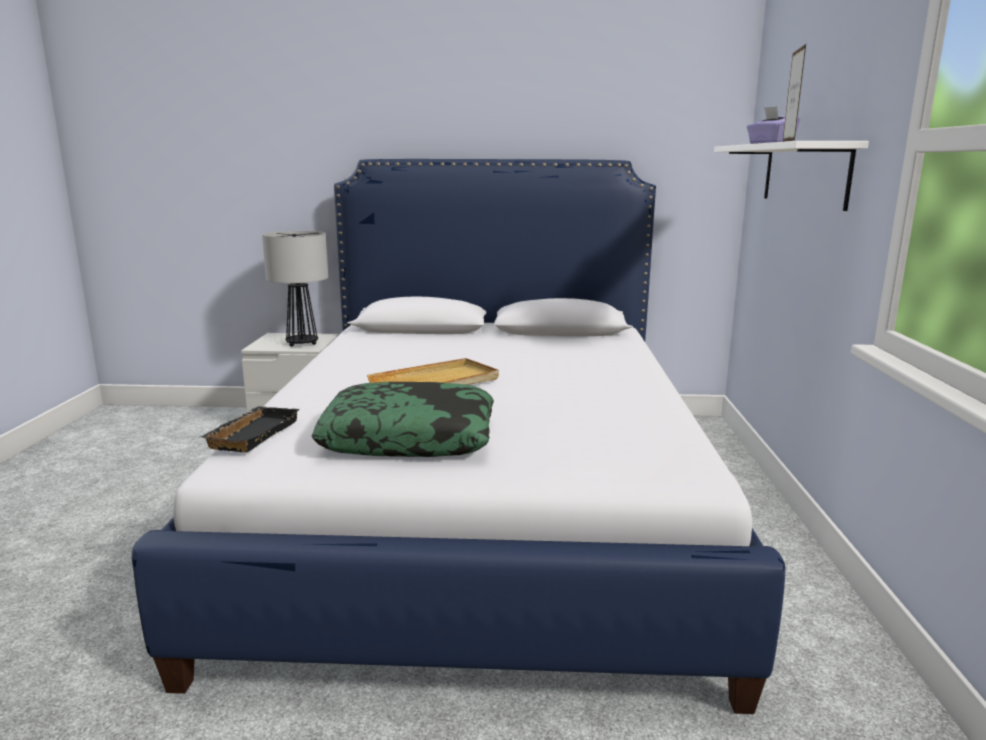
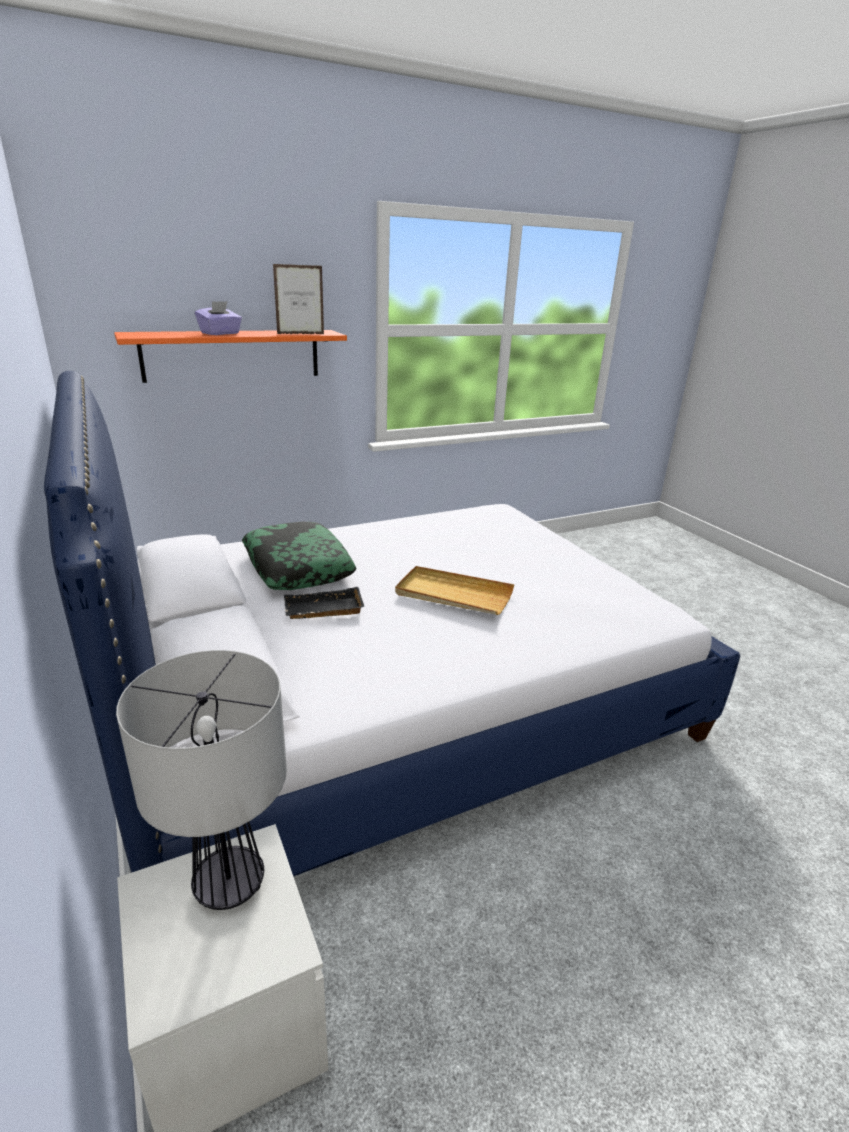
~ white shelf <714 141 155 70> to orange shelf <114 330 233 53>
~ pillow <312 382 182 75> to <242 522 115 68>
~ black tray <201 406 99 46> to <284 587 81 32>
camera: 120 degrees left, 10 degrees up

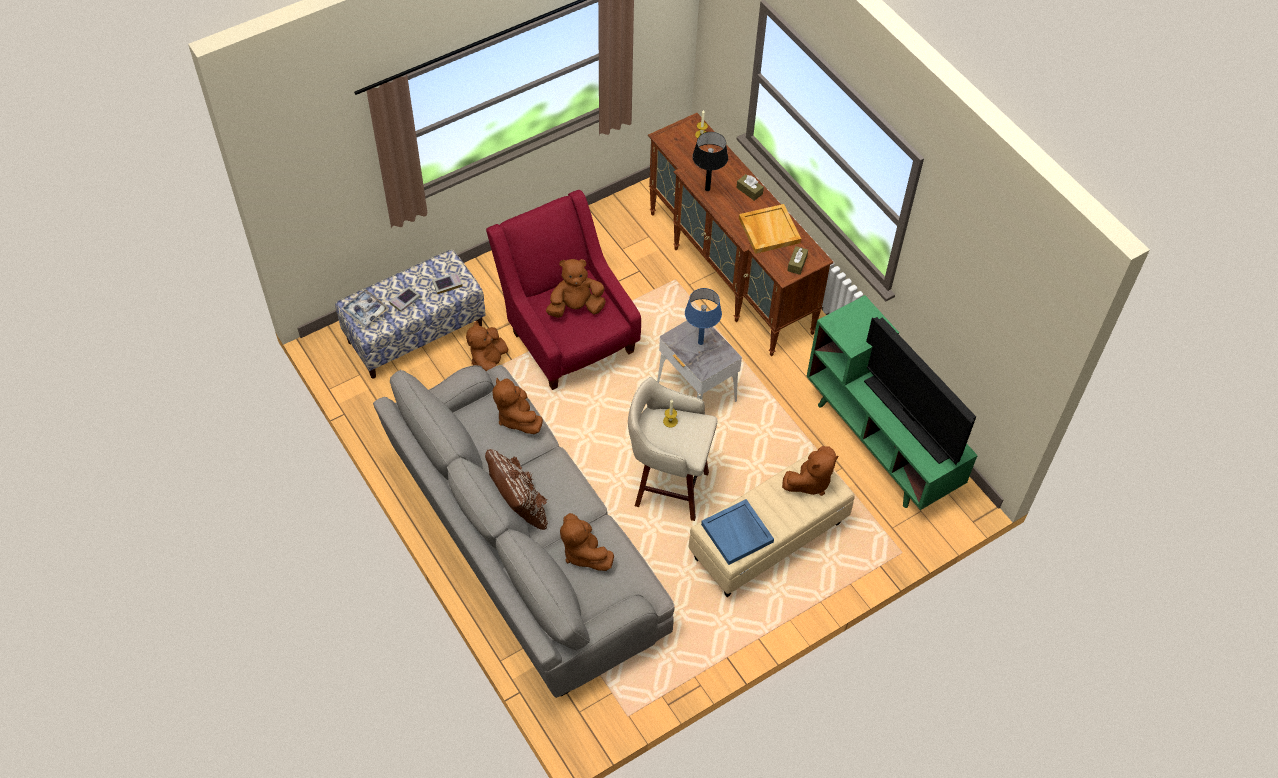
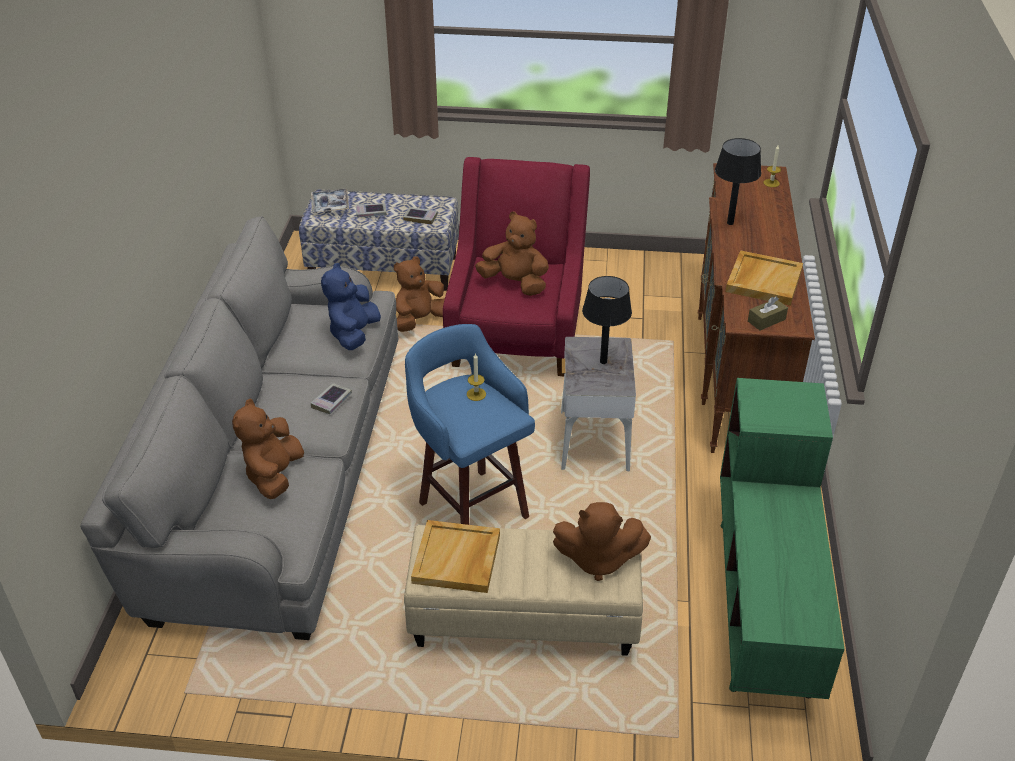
- brown tissue box <736 174 28 27>
~ blue table lamp <685 288 37 57> to black table lamp <582 276 50 88>
- television <864 317 112 148>
~ beige stool <628 377 89 144> to blue stool <405 324 130 201>
~ brown plush toy <492 378 51 56> to blue plush toy <321 263 60 87>
- brown pillow <485 449 63 81>
~ blue tray <701 499 73 66> to beige tray <411 520 89 73>
+ book <310 383 42 31>
camera: 40 degrees right, 15 degrees down

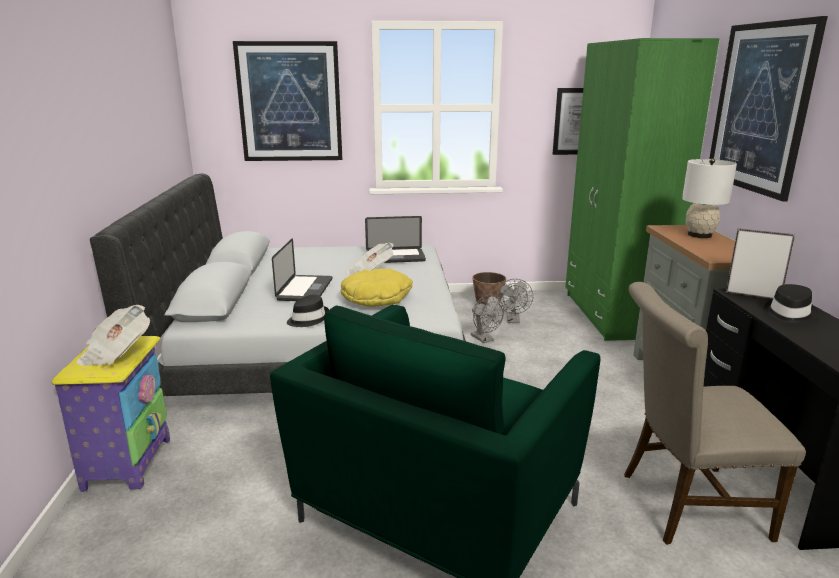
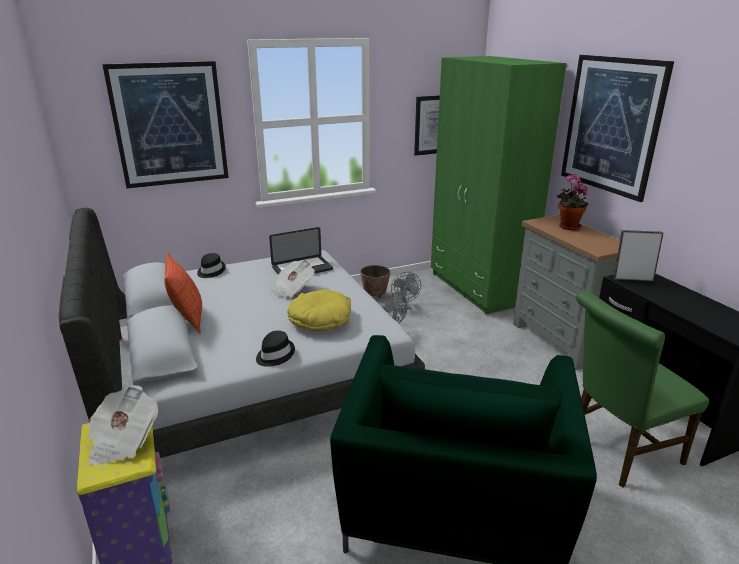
~ white table lamp <682 158 55 80> to potted plant <556 173 32 57>
- laptop <272 238 61 63>
~ beige chair <624 282 182 263> to green chair <576 291 133 196>
~ black hat <763 284 54 41> to <197 253 29 25>
+ orange pillow <164 252 38 82>
camera: 20 degrees left, 5 degrees up

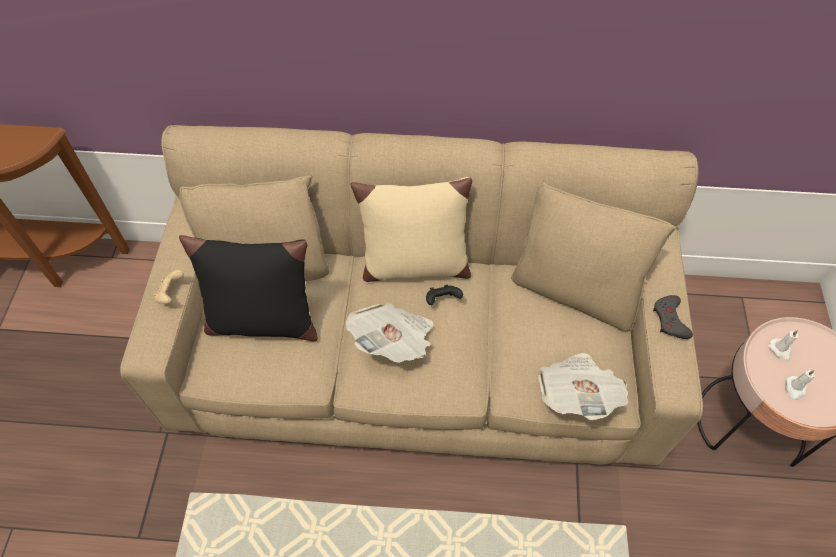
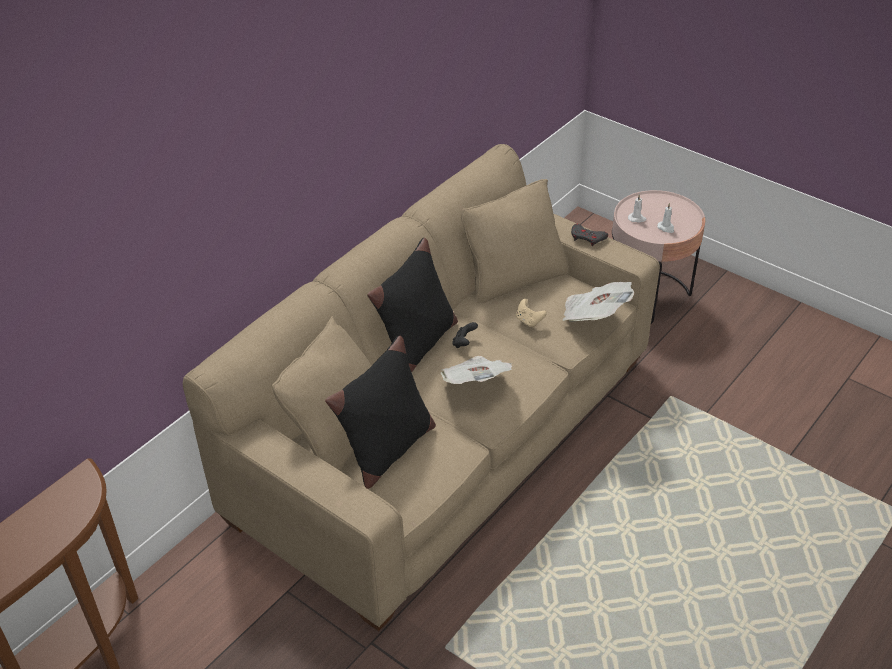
~ beige pillow <350 177 122 105> to black pillow <367 238 91 134>
~ beige game controller <153 270 31 34> to <516 299 31 29>
camera: 55 degrees left, 15 degrees down

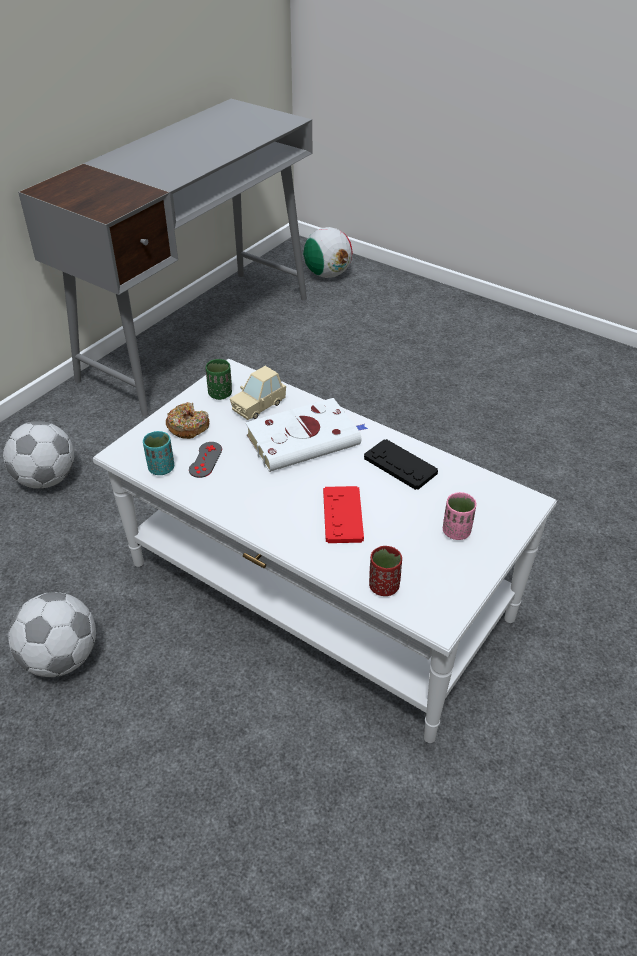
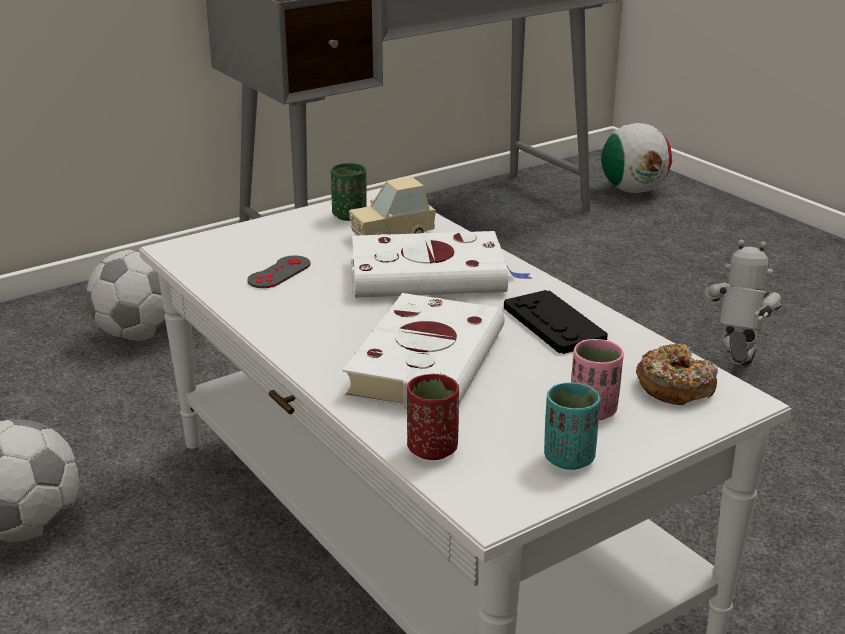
~ donut <166 402 43 37> to <636 344 82 61>
~ turquoise cup <143 431 31 44> to <544 382 56 88>
~ red game controller <323 486 41 57> to white book <343 293 162 116>
+ toy robot <705 240 76 126>
camera: 20 degrees right, 15 degrees down

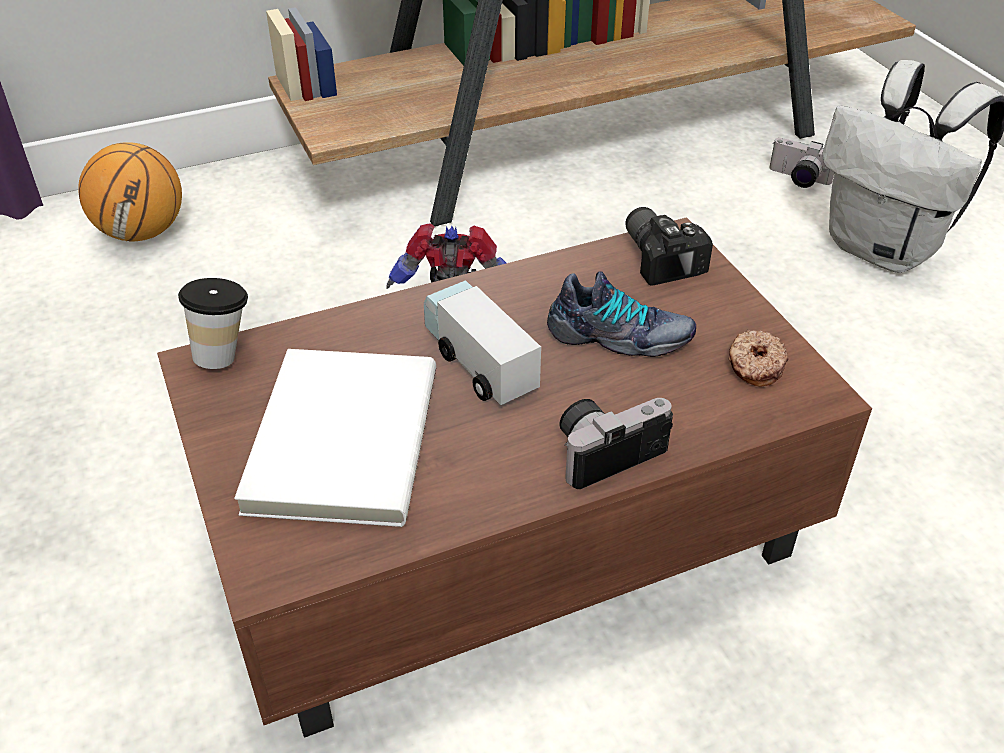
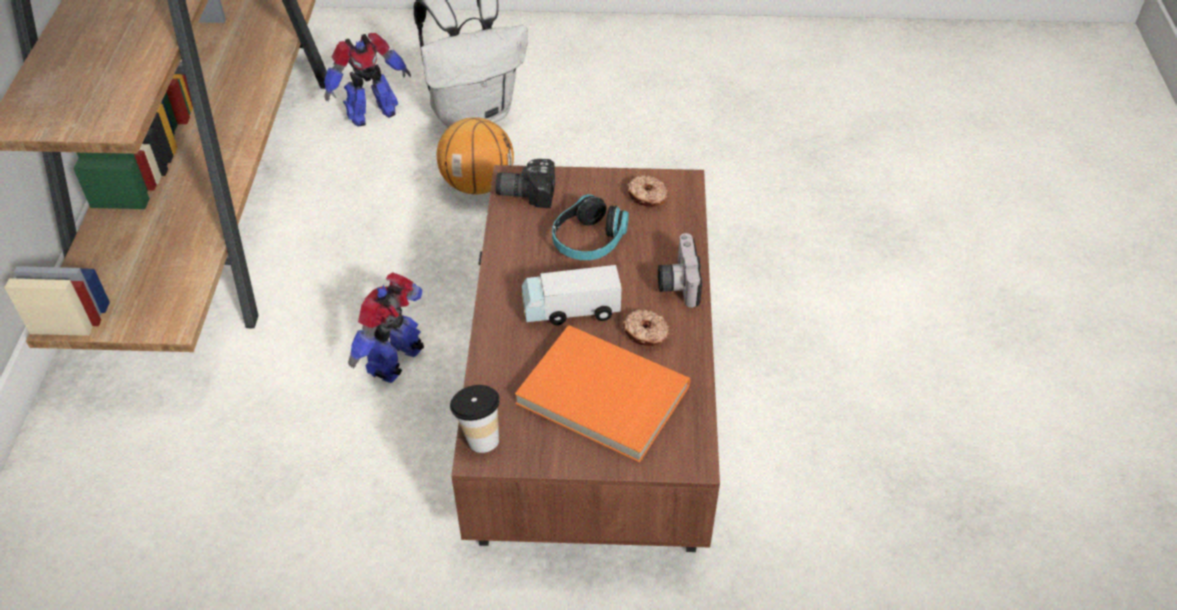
~ photo camera <769 138 65 50> to toy robot <324 33 87 94>
~ basketball <78 142 104 99> to <437 117 77 77>
~ shoe <547 272 149 85> to headphones <552 194 77 66>
~ white book <234 349 202 178> to orange book <515 325 175 137>
+ donut <622 309 47 37>
camera: 65 degrees left, 5 degrees up

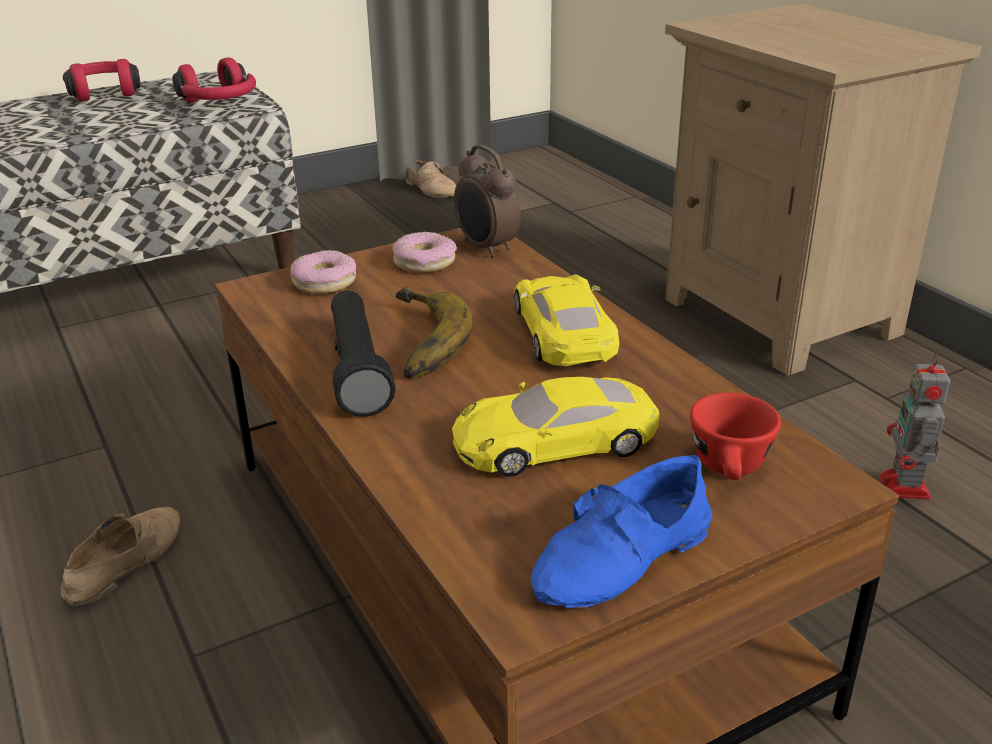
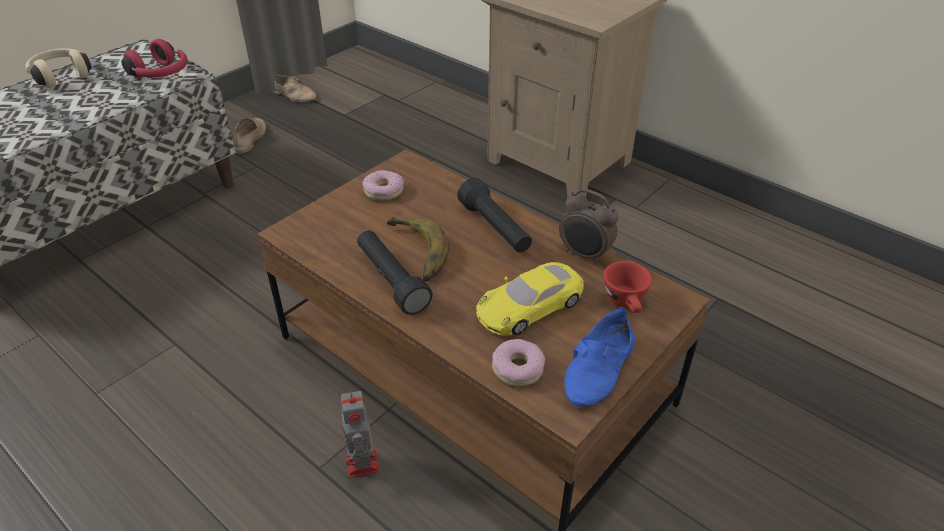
~ red headphones <63 59 78 43> to beige headphones <25 48 67 40>
~ alarm clock <454 145 67 113> to <559 189 60 75>
~ donut <290 250 66 44> to <492 339 53 48>
~ yellow toy car <514 274 106 92> to black flashlight <457 178 75 75>
~ toy robot <879 353 71 146> to <341 390 39 88>
~ beige shoe <60 507 120 99> to <233 118 33 36>
camera: 20 degrees left, 10 degrees up

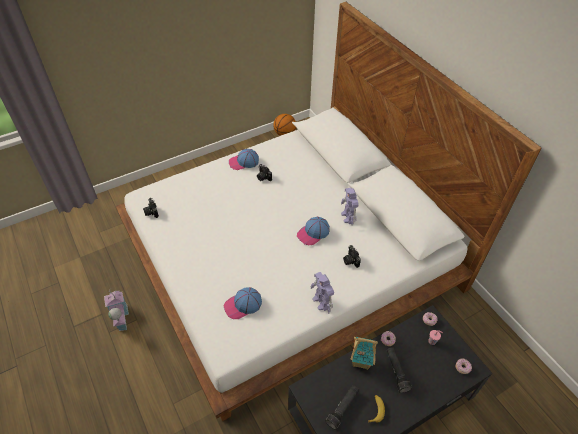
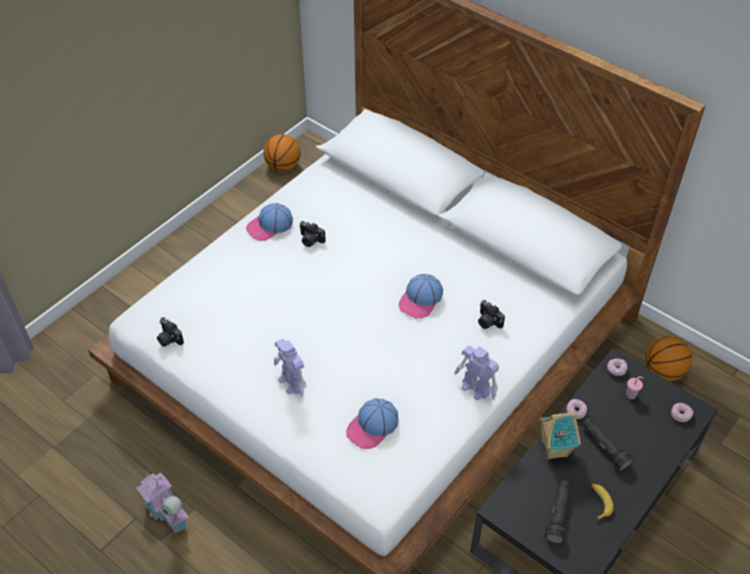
~ toy robot <341 188 18 38> to <274 339 33 58>
+ basketball <646 336 46 45>
camera: 20 degrees left, 0 degrees up

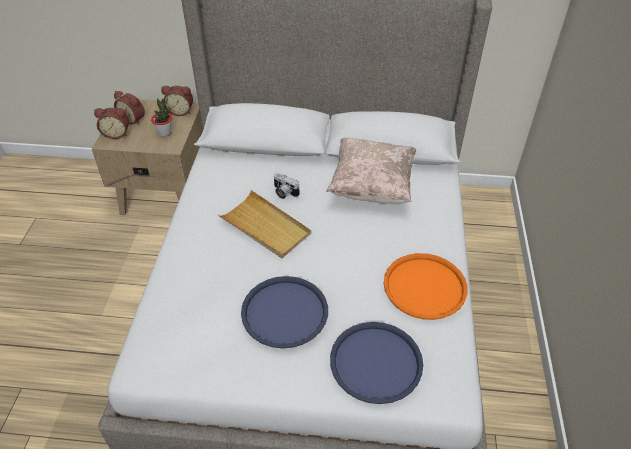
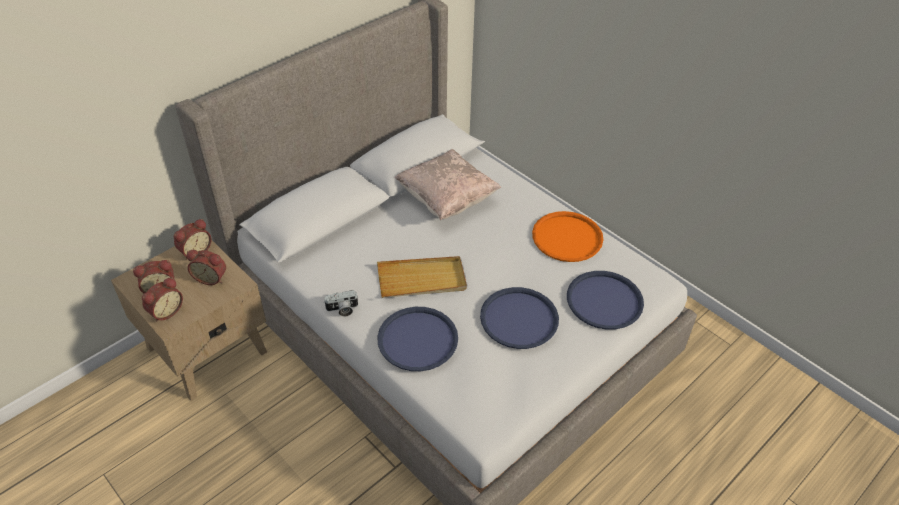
~ potted plant <151 98 21 38> to alarm clock <187 250 39 35>
~ photo camera <274 173 26 26> to <324 290 35 27>
+ blue tray <377 307 81 64>
camera: 50 degrees left, 0 degrees up

